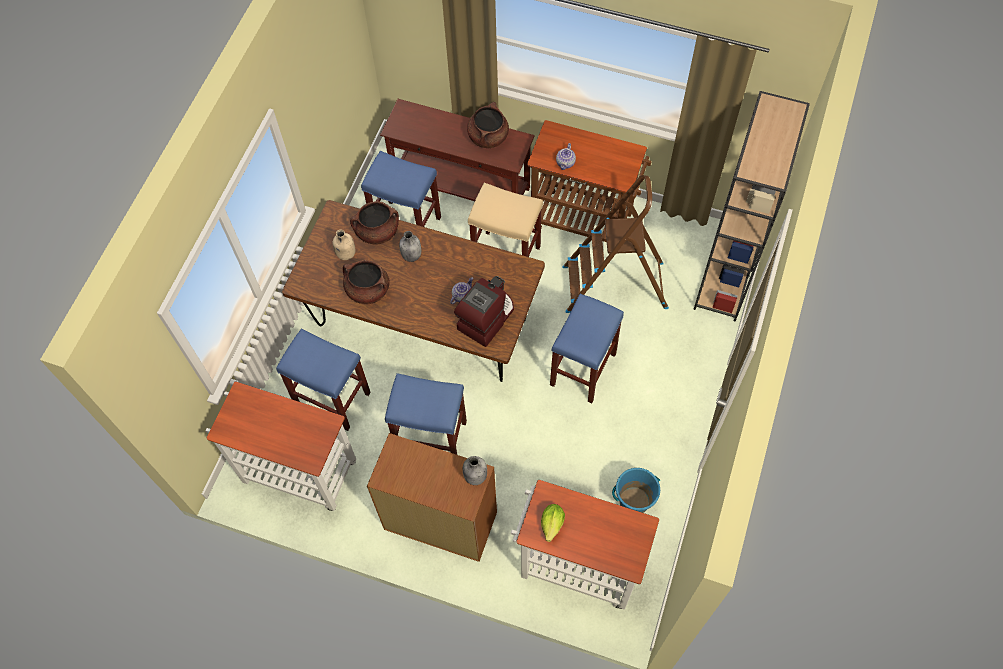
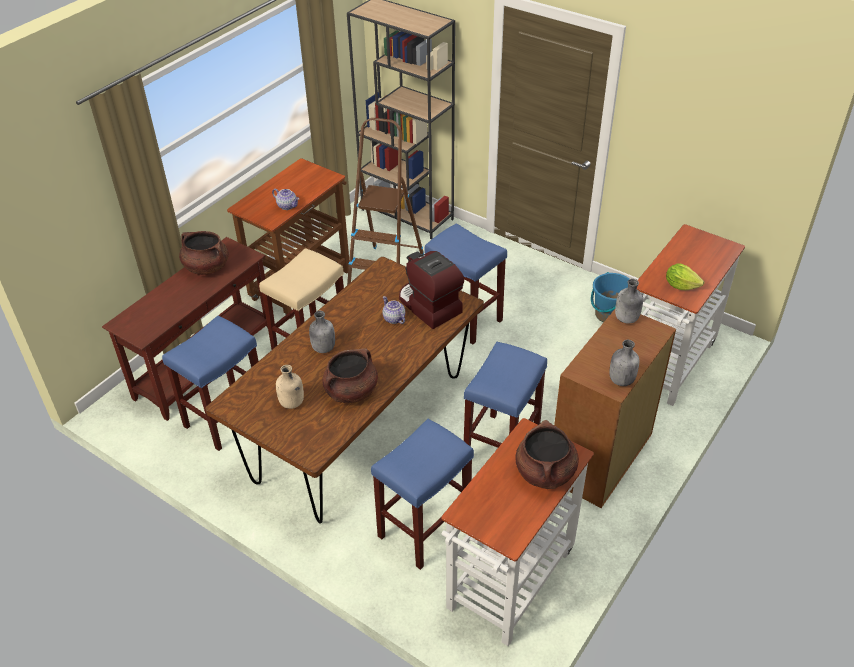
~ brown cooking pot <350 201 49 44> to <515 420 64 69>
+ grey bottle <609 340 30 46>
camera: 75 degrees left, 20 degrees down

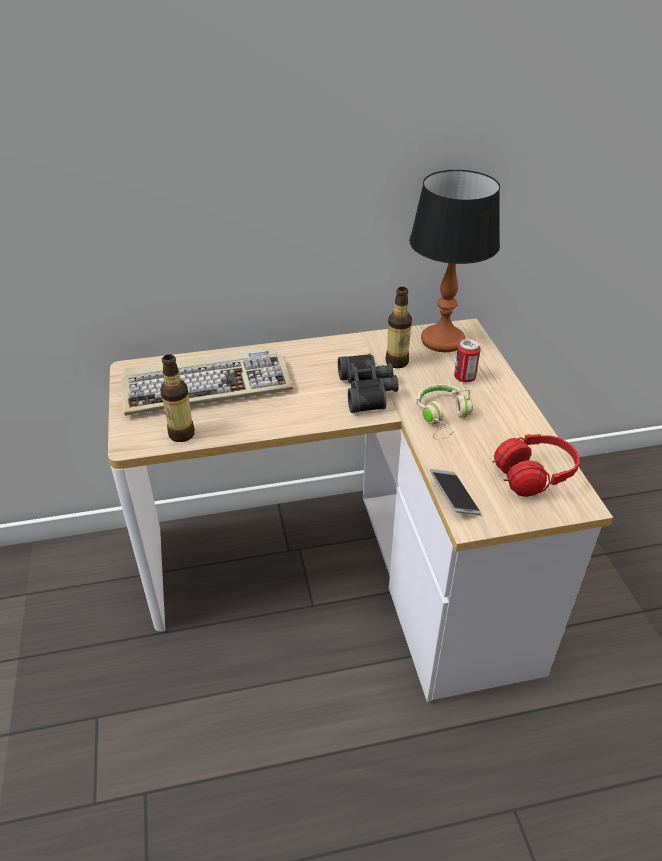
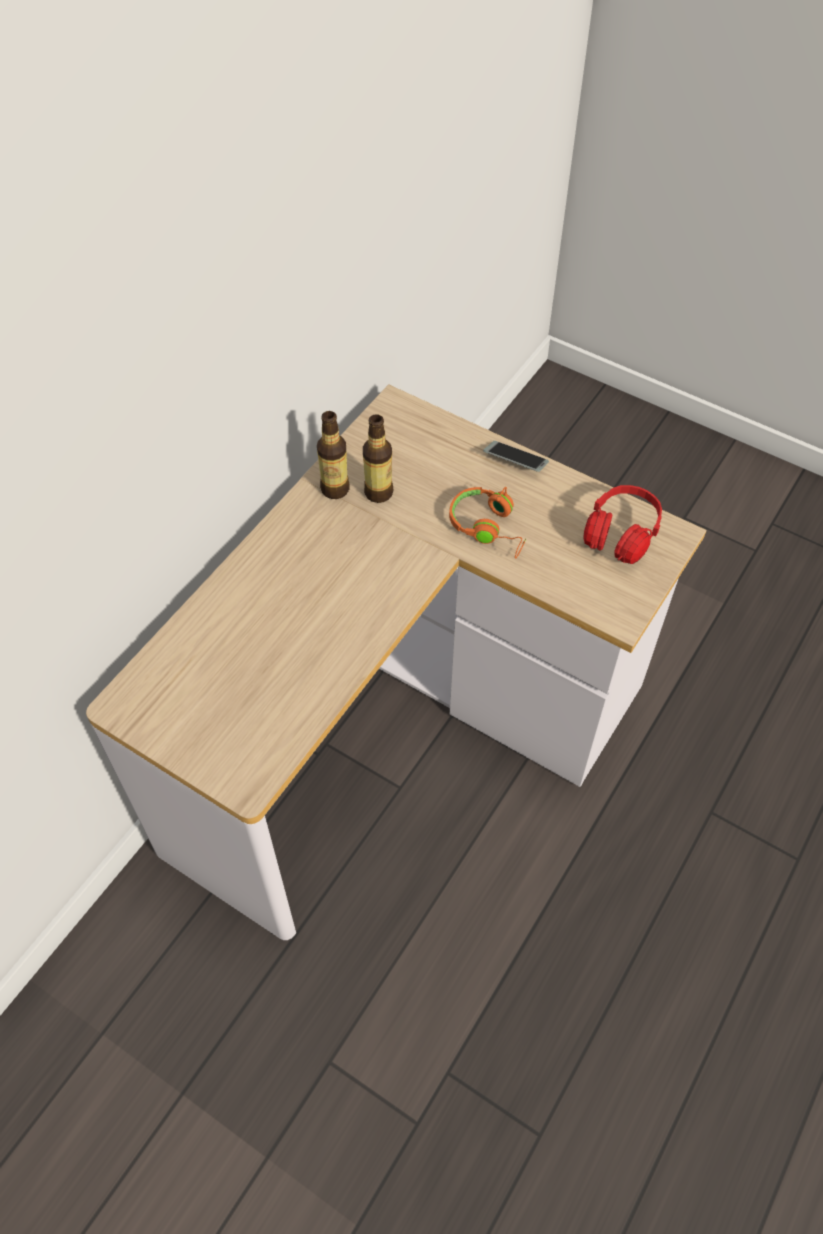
- table lamp <409 170 91 182>
- can <454 339 27 43>
- keyboard <121 347 172 69>
~ bottle <160 354 35 88> to <317 411 33 88>
- black binoculars <338 354 61 59>
~ beige headphones <417 384 56 56> to orange headphones <449 487 77 72>
~ phone <430 469 51 46> to <483 441 66 31>
camera: 45 degrees left, 15 degrees up

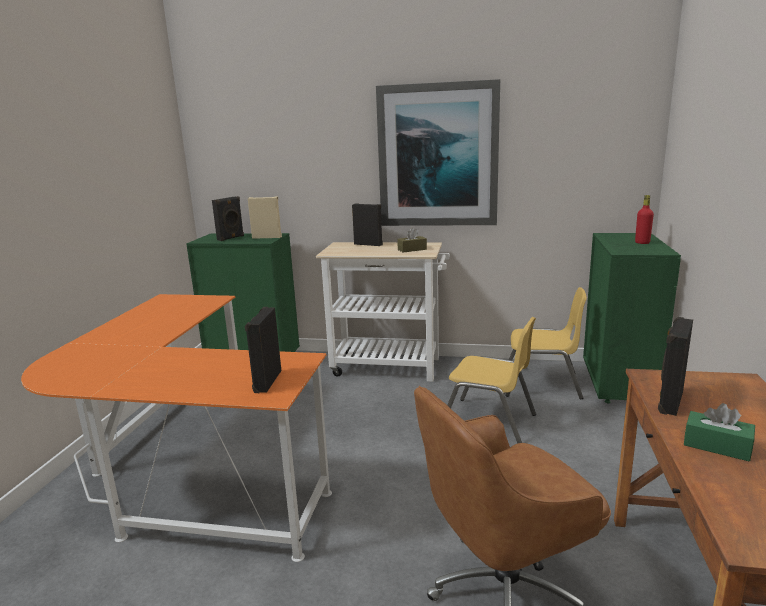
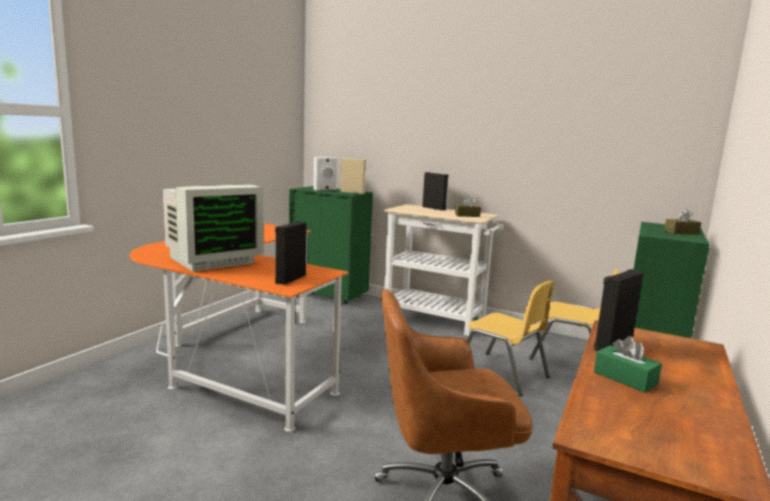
- picture <376 79 124 147>
~ red bottle <635 195 19 49> to brown tissue box <664 209 37 25>
~ black speaker <212 196 32 45> to white speaker <313 157 24 34>
+ monitor <162 184 102 88>
camera: 15 degrees right, 5 degrees down

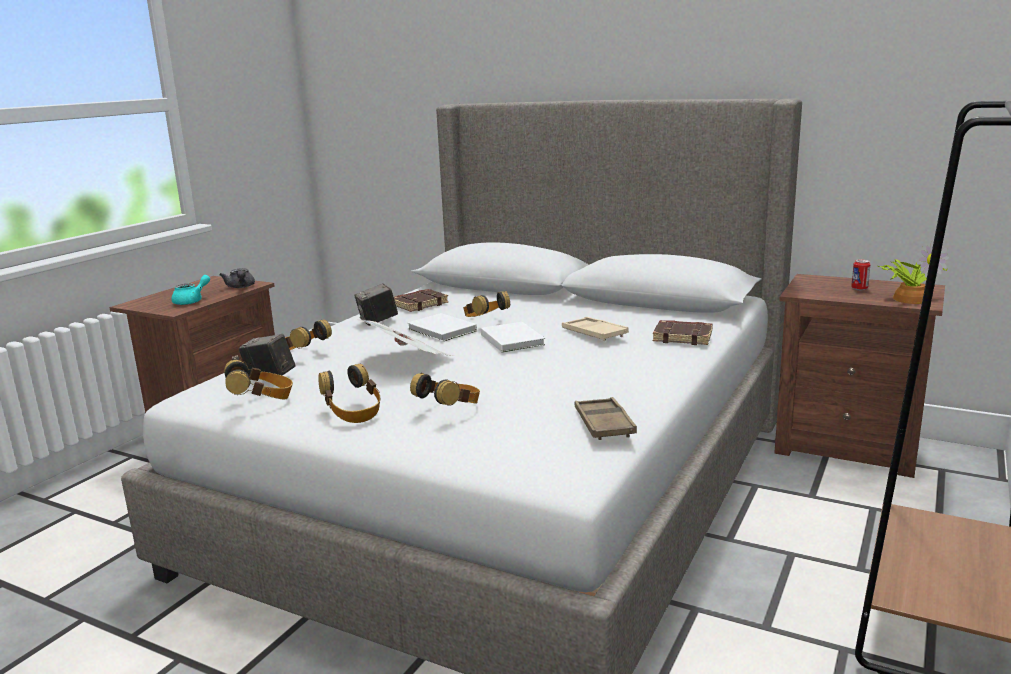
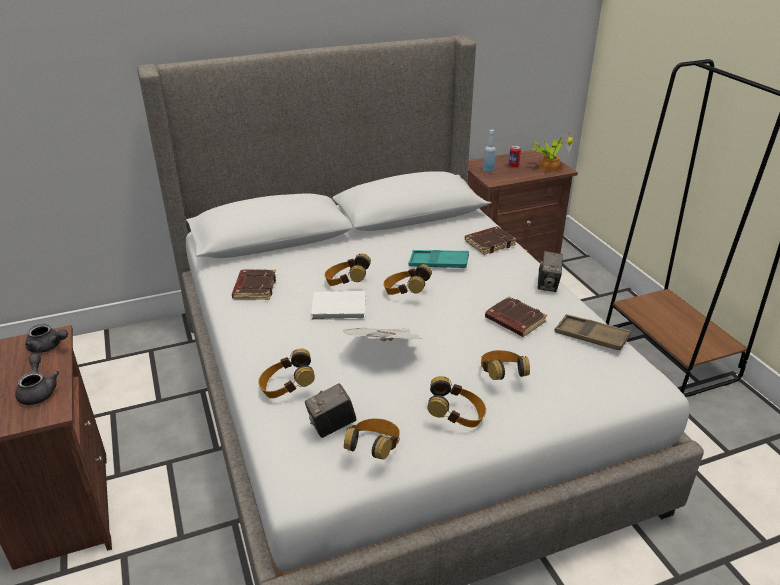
~ turquoise teapot <171 275 39 30> to grey teapot <15 354 44 51>
~ photo camera <354 283 44 43> to <538 251 25 41>
~ beige tray <562 317 67 24> to turquoise tray <409 250 60 18>
~ white book <481 322 64 31> to headphones <384 264 48 31>
+ blue bottle <483 130 13 43>
+ brown book <485 296 62 41>
camera: 50 degrees left, 15 degrees up

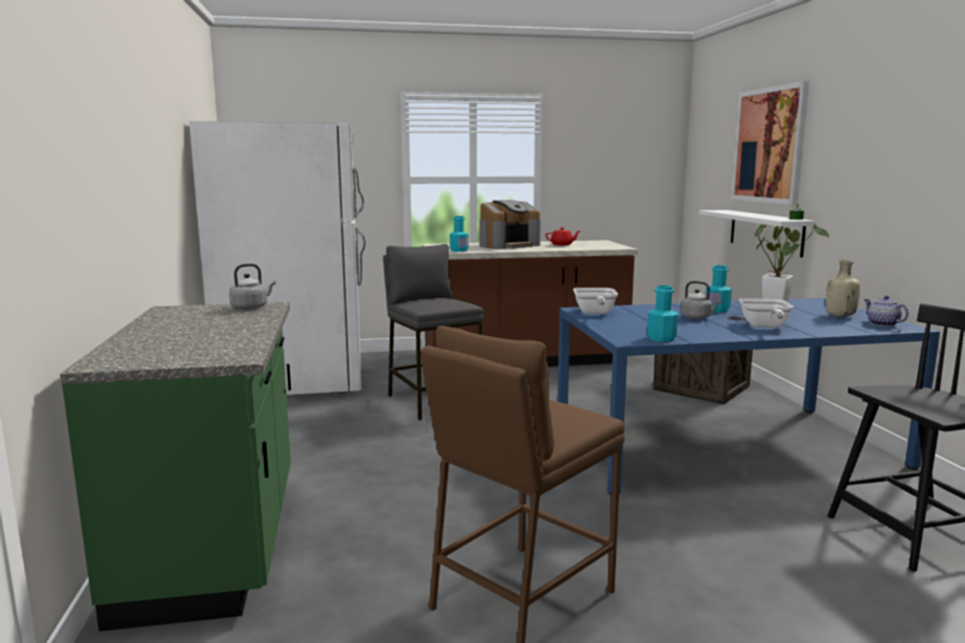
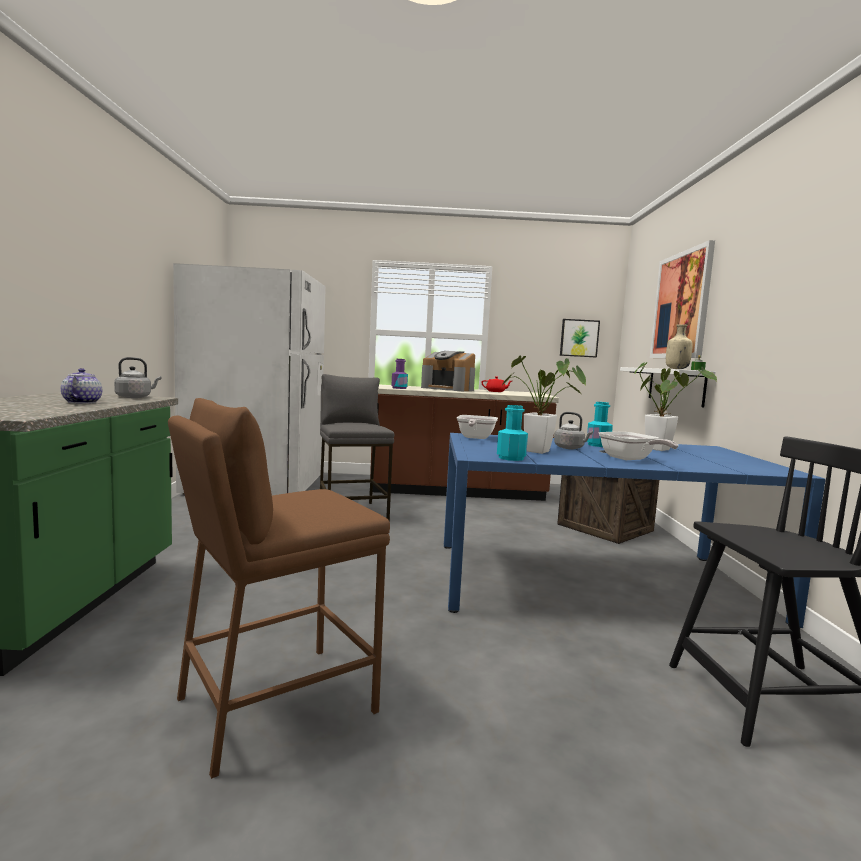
~ coffee machine <480 200 61 49> = <421 351 54 40> 60 degrees clockwise
~ turquoise bottle <450 216 18 36> to purple bottle <392 359 16 30>
~ beige bottle <826 260 34 57> to <666 324 27 45>
~ teapot <864 296 45 30> to <61 368 41 36>
~ frying pan <739 298 54 30> = <599 432 79 28> 45 degrees counterclockwise
+ picture <560 319 40 38>
+ potted plant <502 355 84 99>
camera: 10 degrees right, 5 degrees down

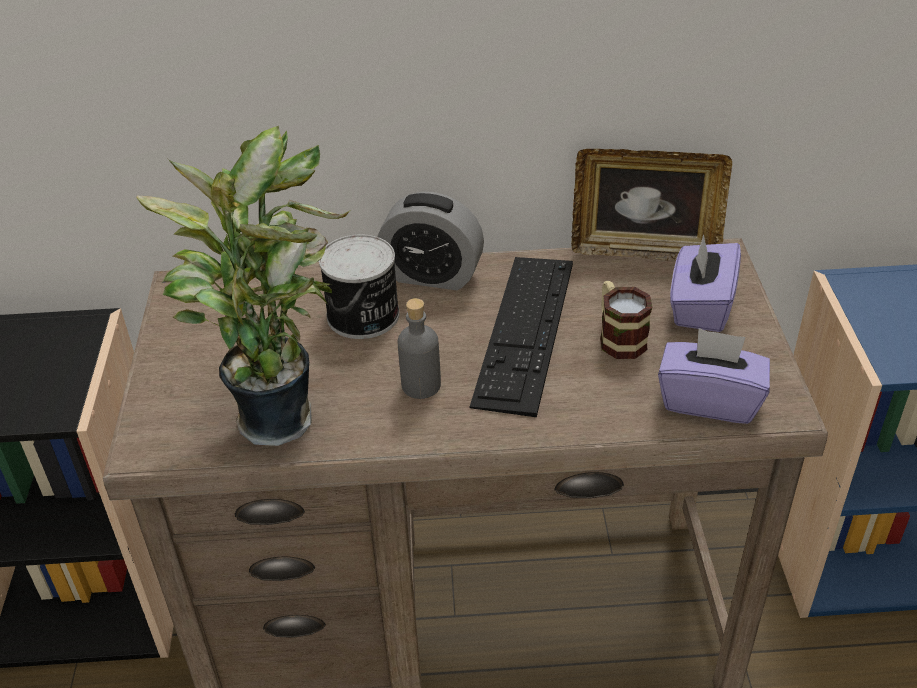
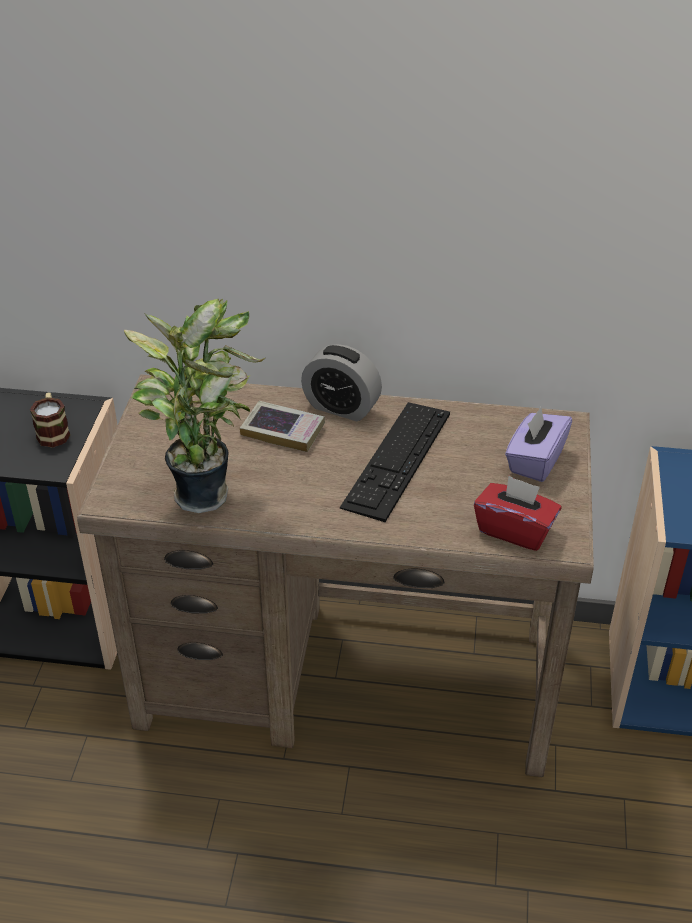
- picture frame <571 149 161 112>
~ can <319 234 81 105> to book <240 401 85 51>
~ mug <600 281 52 78> to <30 392 40 56>
- grey bottle <397 298 44 101>
~ purple tissue box <658 328 112 96> to red tissue box <474 476 87 75>
camera: 10 degrees right, 0 degrees up

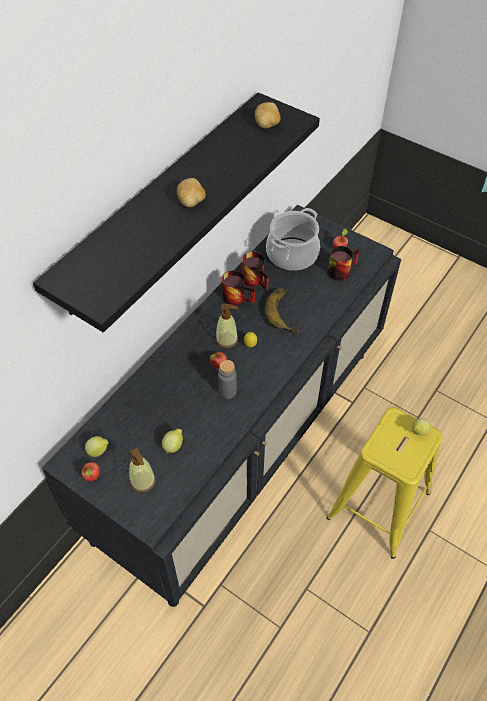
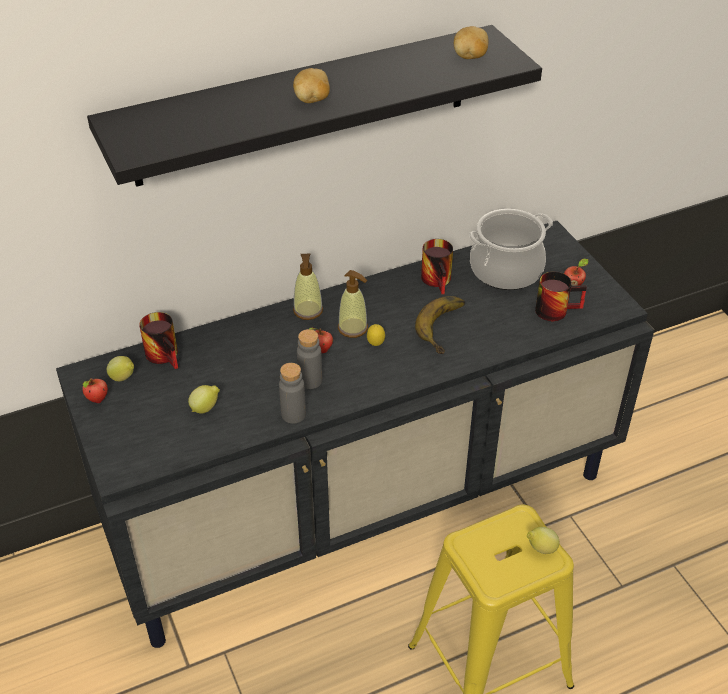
~ mug <222 270 33 36> to <139 312 39 57>
~ soap dispenser <129 448 27 44> to <293 254 30 66>
+ grey bottle <279 363 27 61>
camera: 30 degrees right, 10 degrees down

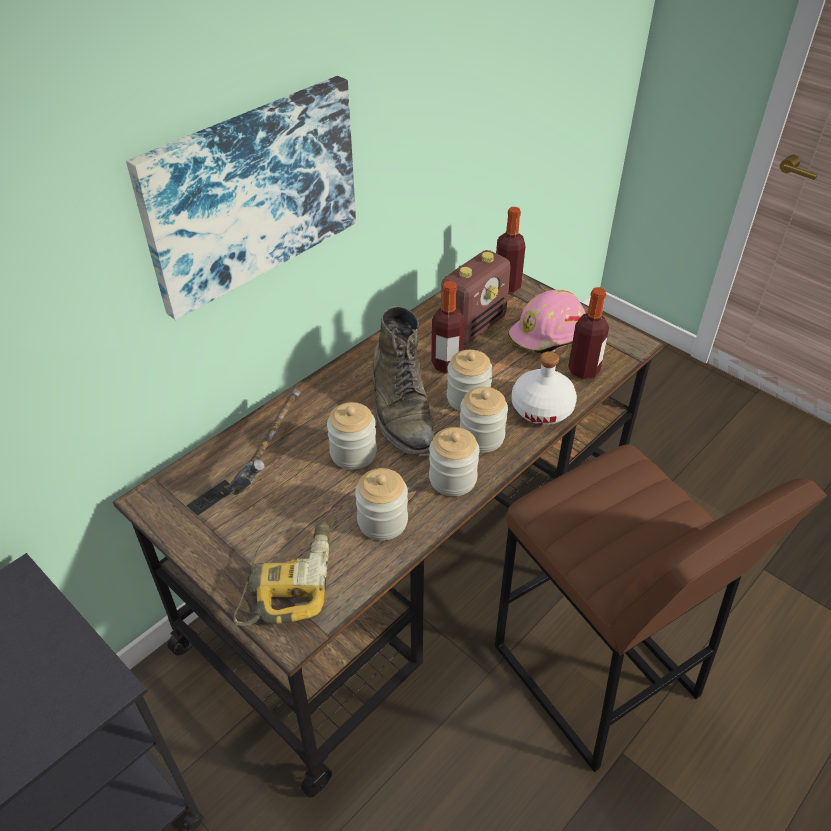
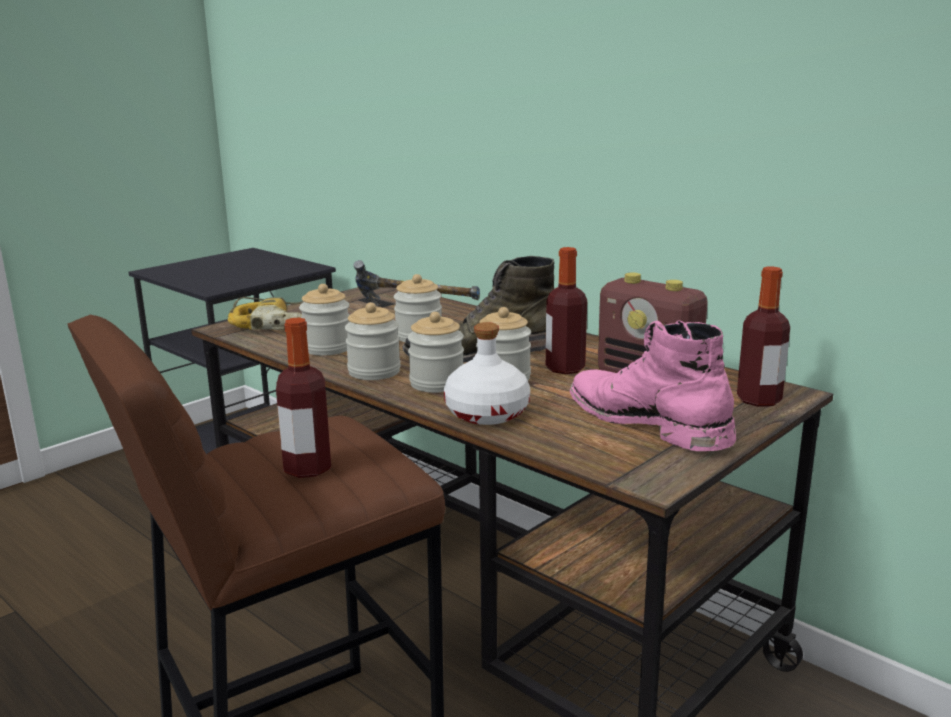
- picture <126 76 230 244>
~ bottle <568 287 41 93> to <276 318 55 160>
~ pink hard hat <508 290 78 65> to pink boot <570 320 166 131>
camera: 90 degrees right, 25 degrees down

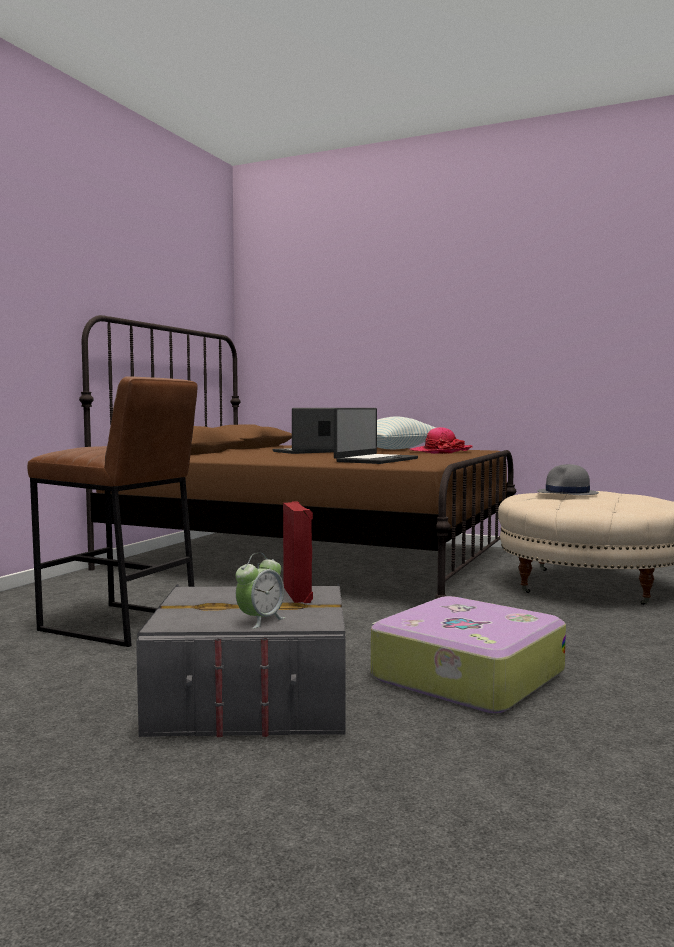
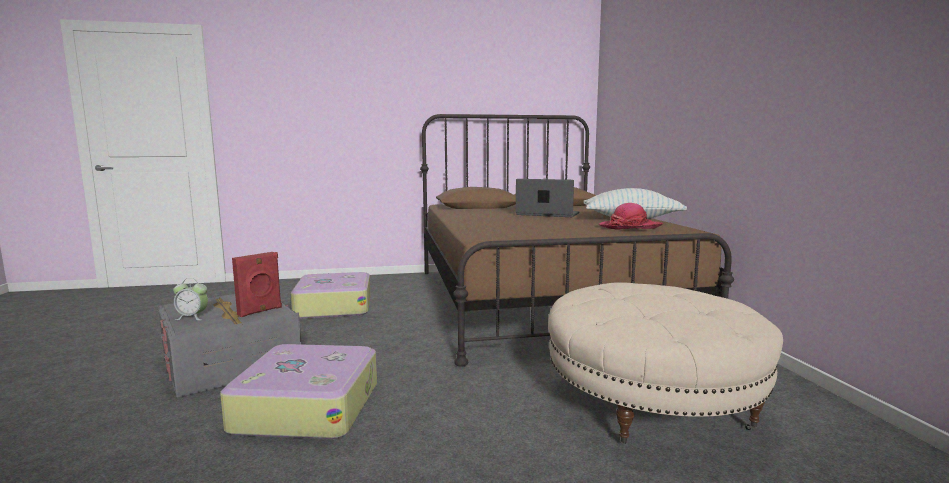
~ brown stool <27 376 171 271> to suitcase <291 272 80 47>
- laptop <334 408 84 56>
- grey hat <537 464 62 31>
camera: 55 degrees right, 5 degrees up

